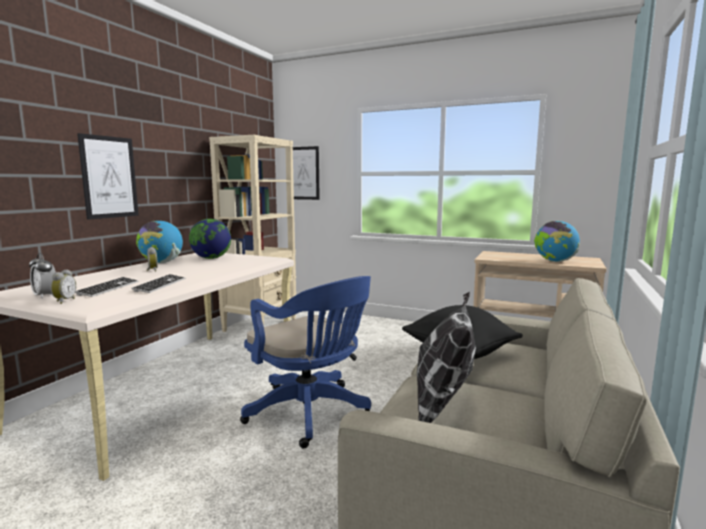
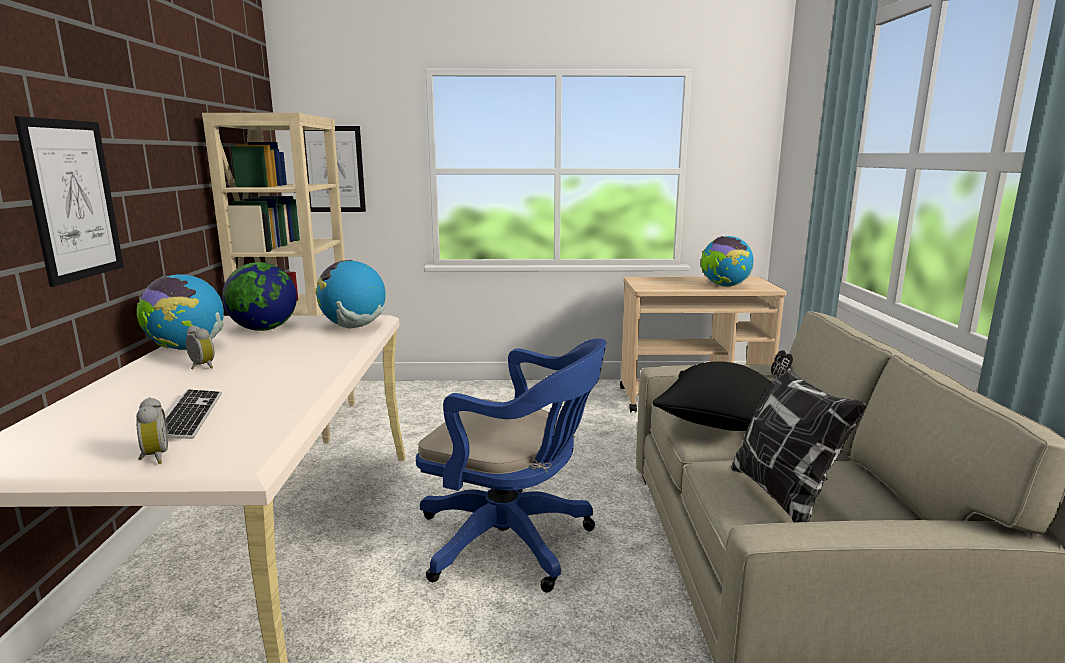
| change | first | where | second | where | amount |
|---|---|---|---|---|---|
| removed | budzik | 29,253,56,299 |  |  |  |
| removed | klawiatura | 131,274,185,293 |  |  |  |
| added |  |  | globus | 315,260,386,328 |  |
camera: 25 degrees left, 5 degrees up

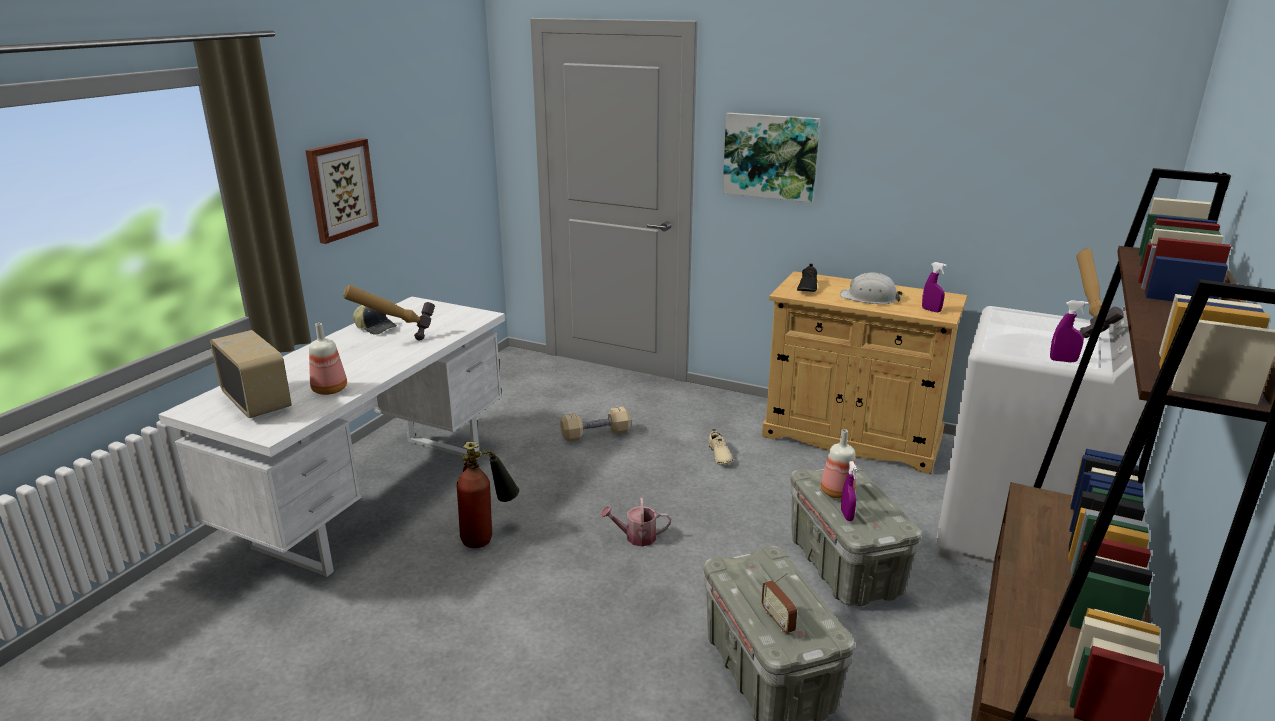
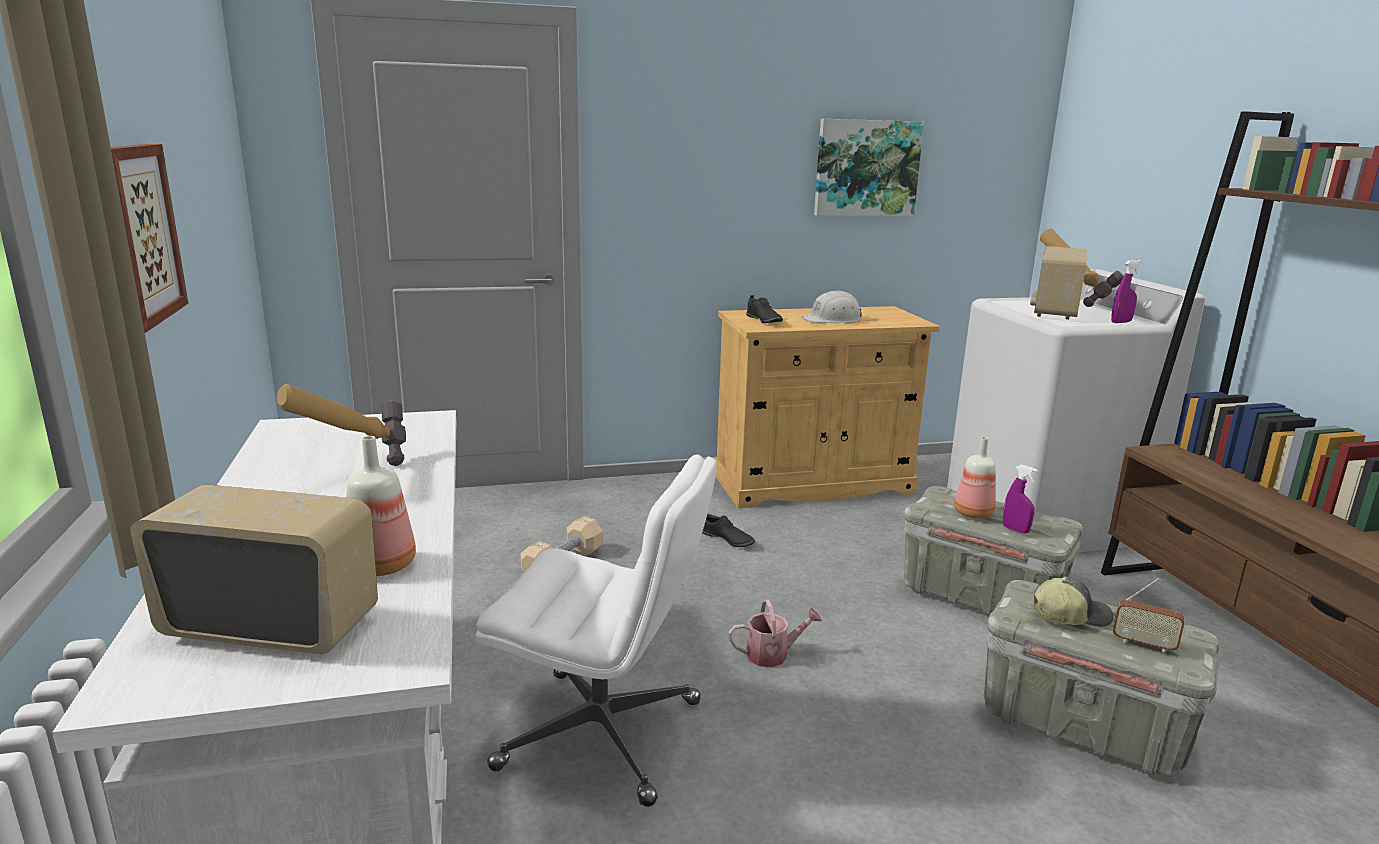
| change | first | where | second | where | amount |
|---|---|---|---|---|---|
| removed | spryskiwacz (fioletowy) | 922,262,947,312 |  |  |  |
| added |  |  | radio | 1030,246,1087,320 |  |
| moved | czapka z daszkiem | 353,305,397,335 |  | 1034,577,1113,626 |  |
| moved | obraz | 723,113,820,202 |  | 814,119,924,216 |  |
| replaced | gaśnica | 456,442,519,548 | krzesło biurowe (biały) | 476,454,717,807 |  |
| recoloured | but (beżowy) | 709,429,733,465 | but (czarny) | 702,514,755,547 |  |
| turned | konewka | 600,497,671,546 |  | 728,599,822,667 | 150 degrees counterclockwise |
camera: 40 degrees left, 5 degrees down

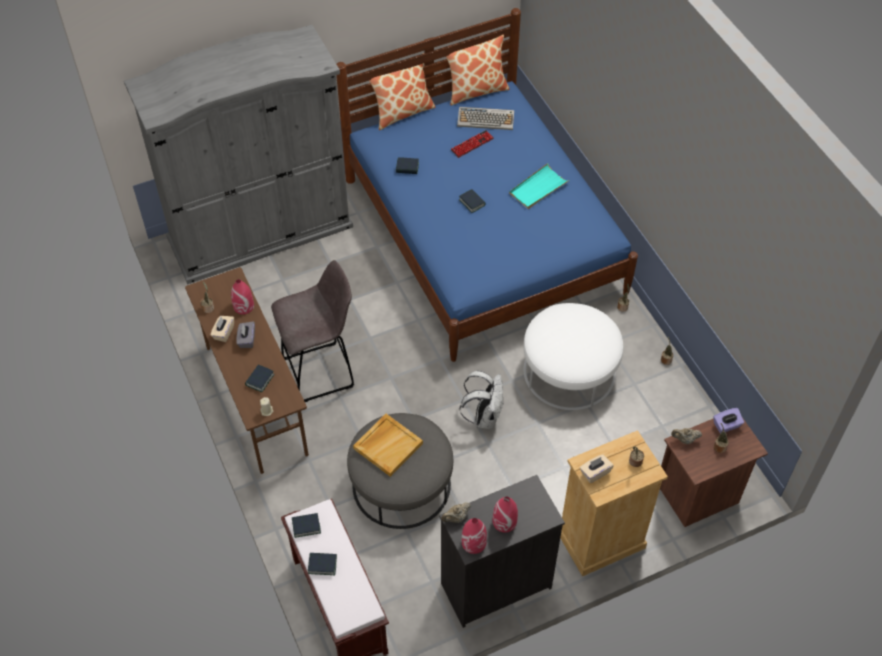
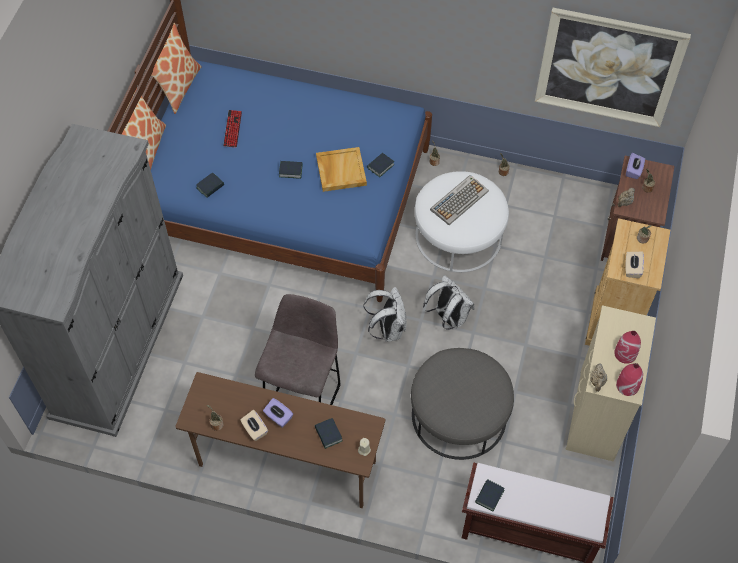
| change | first | where | second | where | amount |
|---|---|---|---|---|---|
| removed | wazon (czerwony) | 231,279,254,314 |  |  |  |
| removed | taca (turkusowy) | 509,163,568,209 |  |  |  |
| added |  |  | plecak (biały) | 363,287,407,342 |  |
| added |  |  | obraz | 535,8,691,127 |  |
| moved | książka | 308,553,337,575 |  | 367,153,395,177 |  |
| moved | taca (beżowy) | 353,414,423,477 |  | 316,147,367,192 |  |
| moved | klawiatura | 457,107,514,130 |  | 430,175,489,225 |  |
| recoloured | pudełko chusteczek (szary) | 236,321,255,348 | pudełko chusteczek (fioletowy) | 263,398,293,428 |  |
| recoloured | komoda (czarny) | 439,475,565,628 | komoda (beżowy) | 565,305,656,461 |  |
camera: 50 degrees left, 5 degrees up

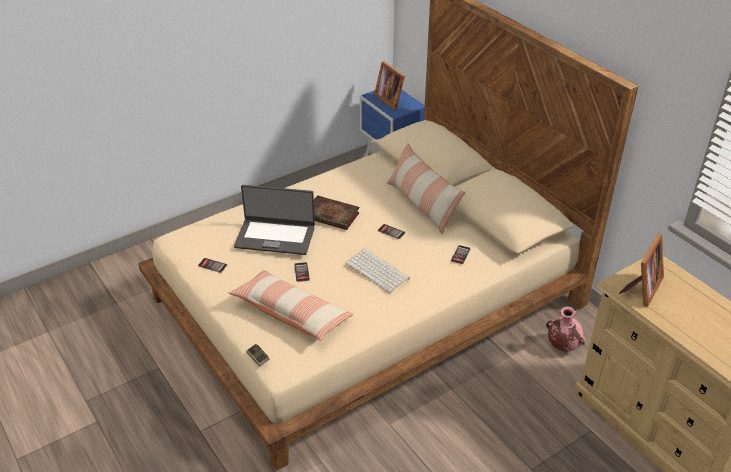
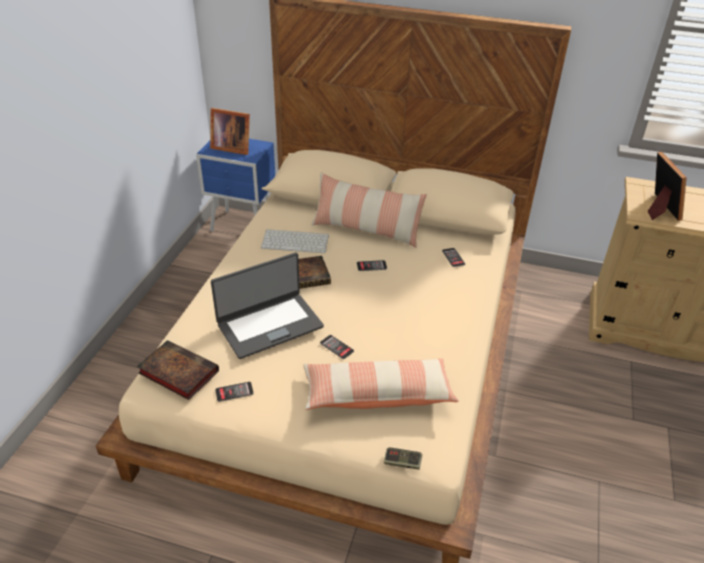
| change | first | where | second | where | amount |
|---|---|---|---|---|---|
| removed | wazon (różowy) | 546,307,586,352 |  |  |  |
| added |  |  | książka | 137,340,219,400 |  |
| moved | klawiatura | 346,248,410,293 |  | 261,229,329,253 |  |
camera: 40 degrees left, 0 degrees up

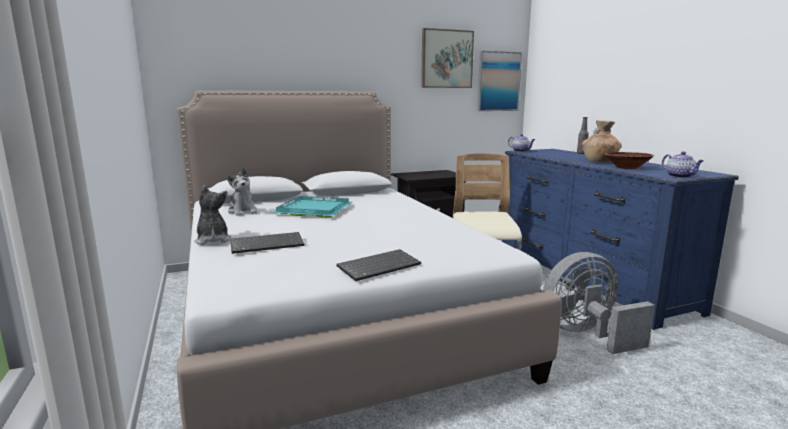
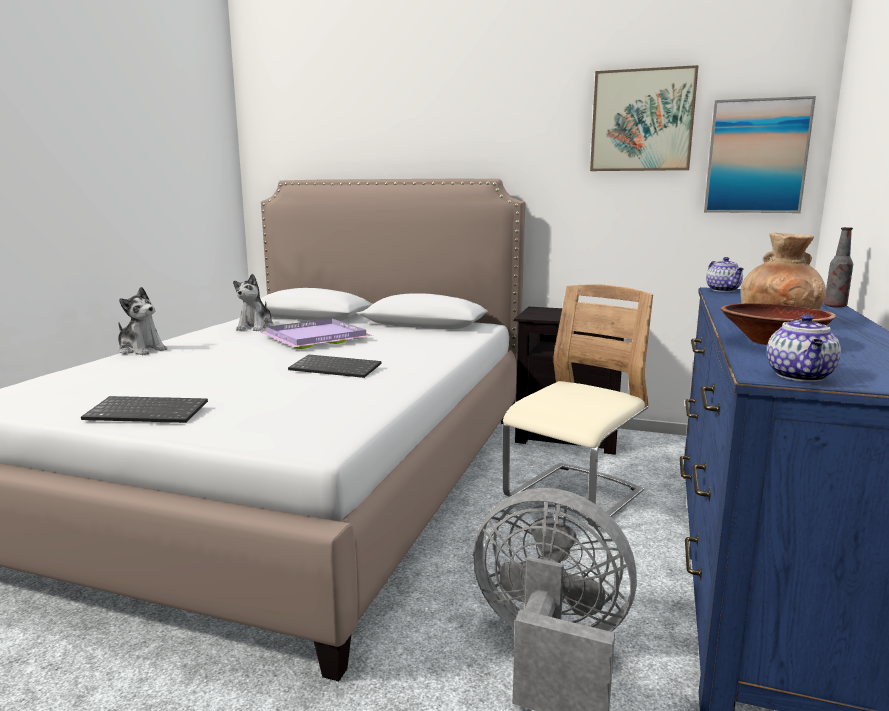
| change | first | where | second | where | amount |
|---|---|---|---|---|---|
| moved | klawiatura | 230,232,304,254 |  | 288,354,382,378 |  |
| recoloured | taca (turkusowy) | 272,196,352,218 | taca (fioletowy) | 261,319,373,349 |  |
| turned | pluszak | 194,185,231,245 |  | 118,287,167,355 | 105 degrees clockwise |
camera: 40 degrees right, 0 degrees up

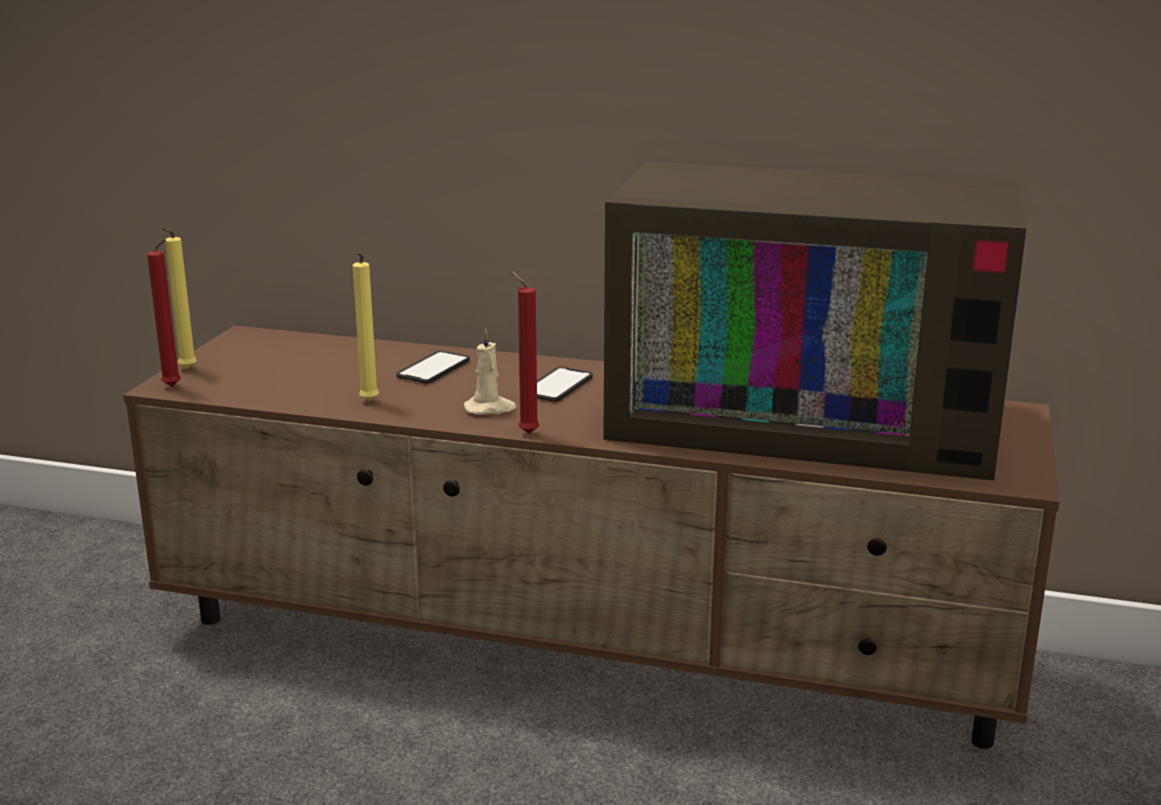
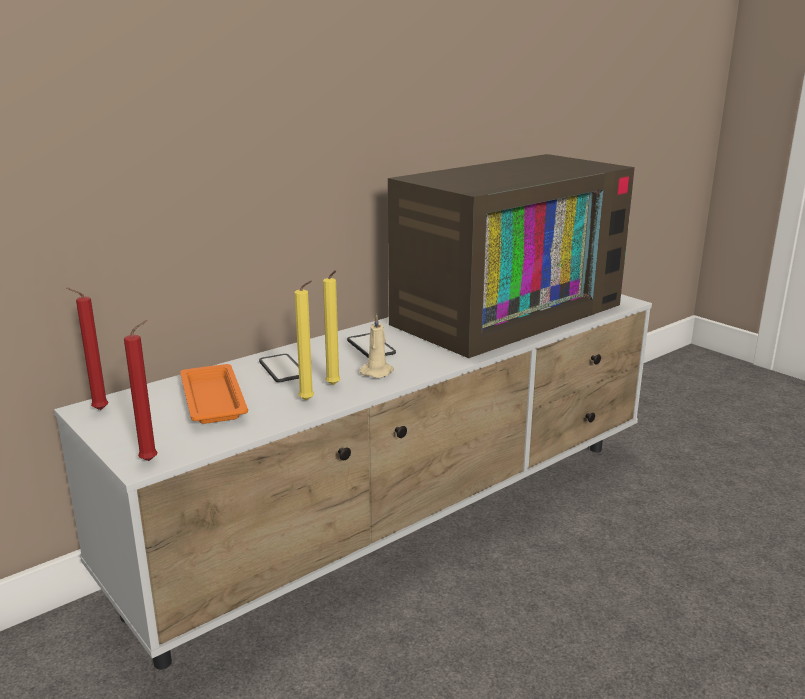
| change | first | where | second | where | amount |
|---|---|---|---|---|---|
| added |  |  | taca (pomarańczowy) | 180,364,248,424 |  |
| moved | świeca (żółty) | 161,227,197,369 |  | 323,270,340,385 |  |
| moved | świeca (czerwony) | 510,271,539,433 |  | 66,288,108,410 |  |
| recoloured | szafka pod telewizor (brązowy) | 123,326,1060,749 | szafka pod telewizor (biały) | 54,294,652,669 |  |
camera: 55 degrees left, 0 degrees up

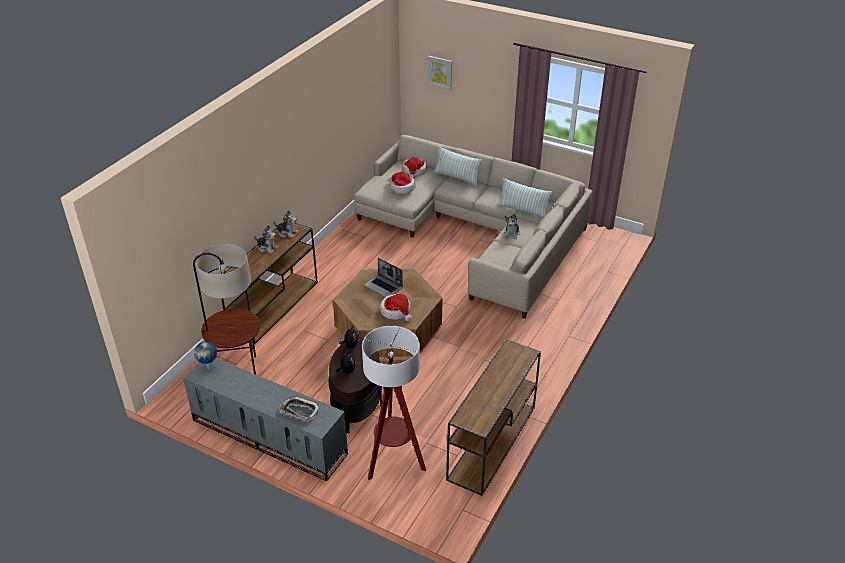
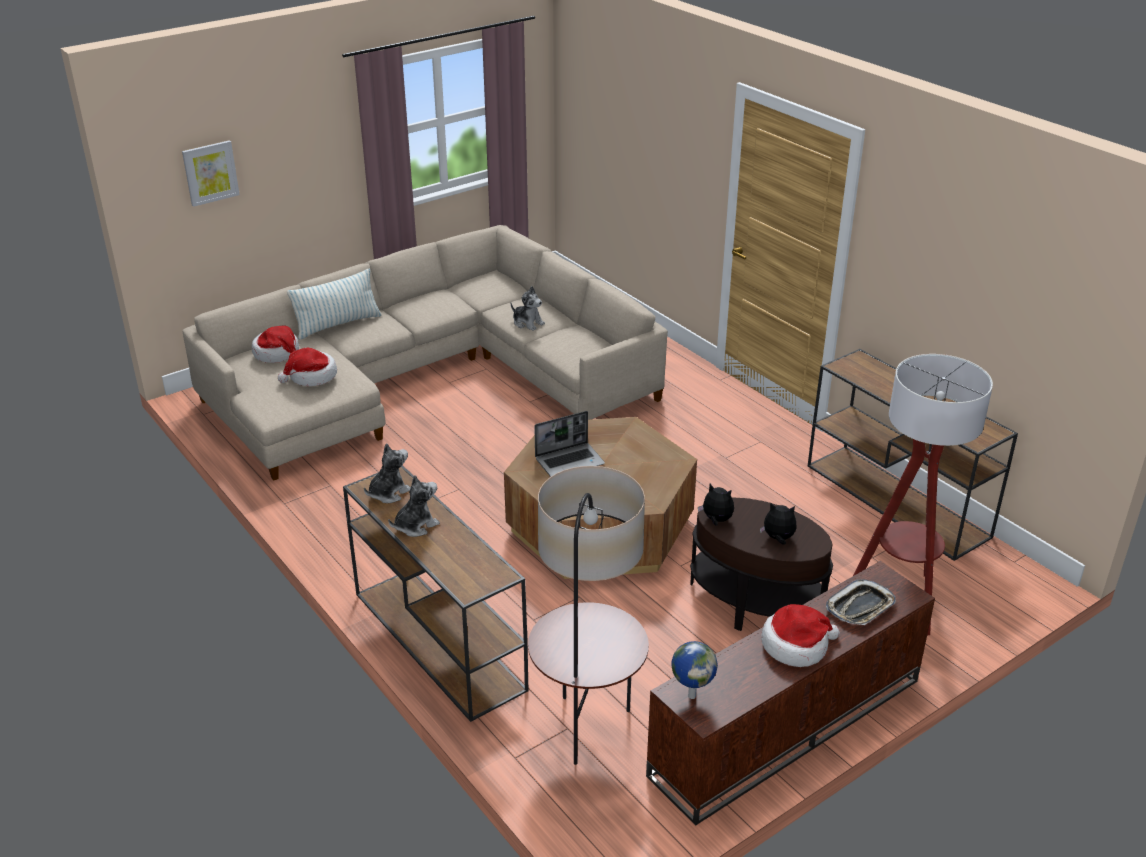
| change | first | where | second | where | amount |
|---|---|---|---|---|---|
| removed | poduszka | 498,178,553,218 |  |  |  |
| moved | kapelusz | 380,293,412,321 |  | 761,604,840,667 |  |
| recoloured | szafka pod telewizor (szary) | 183,358,348,481 | szafka pod telewizor (brązowy) | 646,561,935,826 |  |
camera: 65 degrees left, 5 degrees down

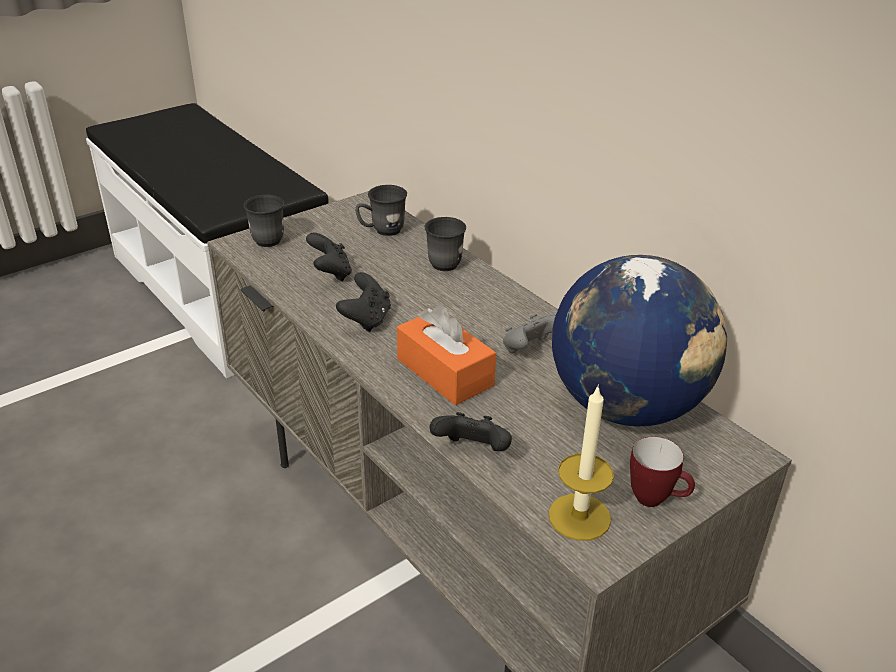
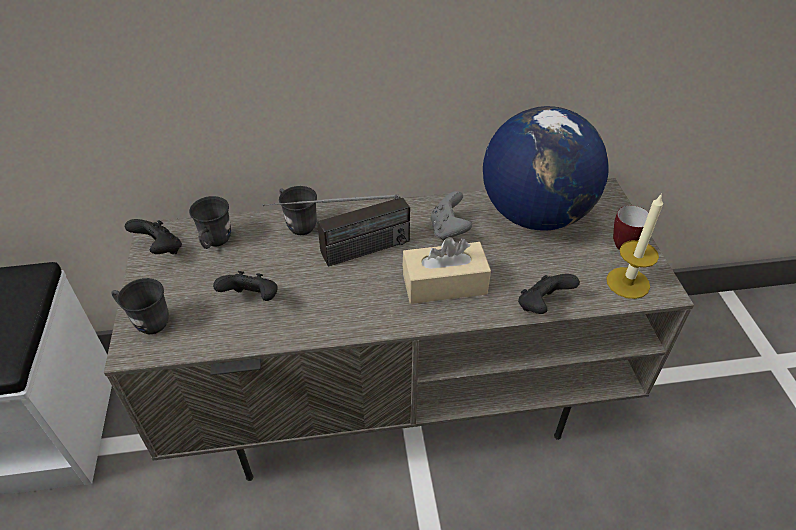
| change | first | where | second | where | amount |
|---|---|---|---|---|---|
| added |  |  | radio | 262,194,410,267 |  |
| moved | pad do gier (czarny) | 336,272,391,332 |  | 125,219,182,254 |  |
| recoloured | pudełko chusteczek (pomarańczowy) | 397,305,496,406 | pudełko chusteczek (beżowy) | 403,237,491,304 |  |
camera: 60 degrees left, 10 degrees up

